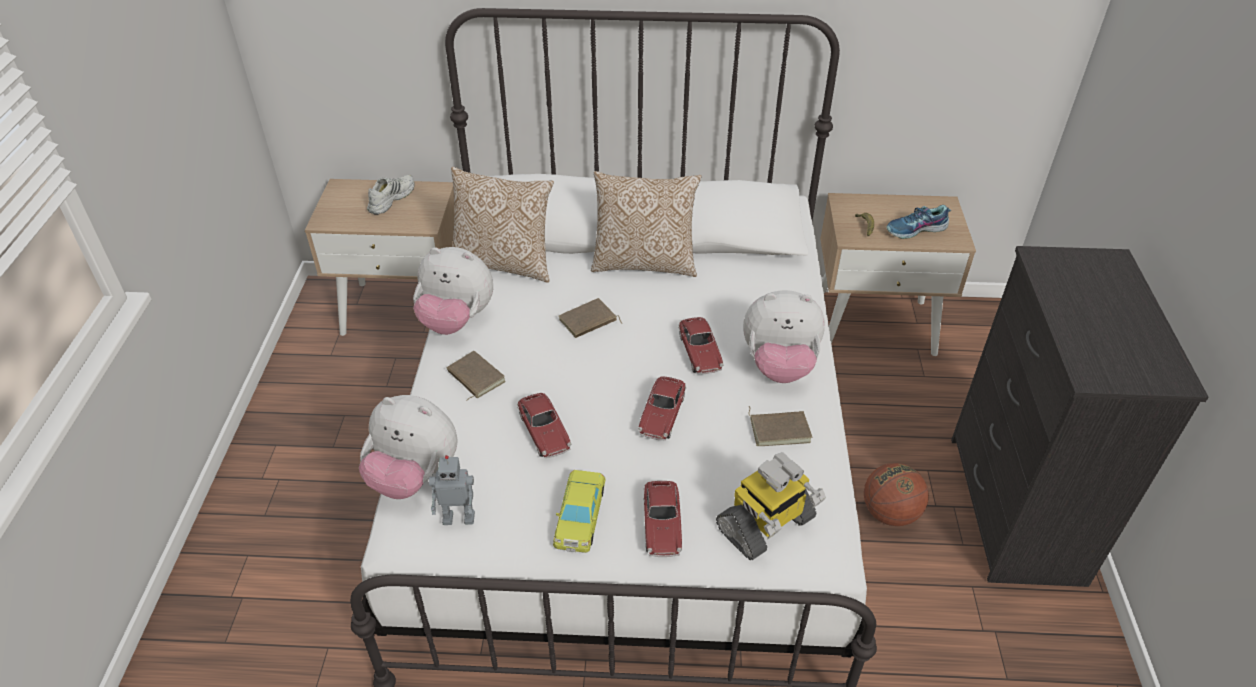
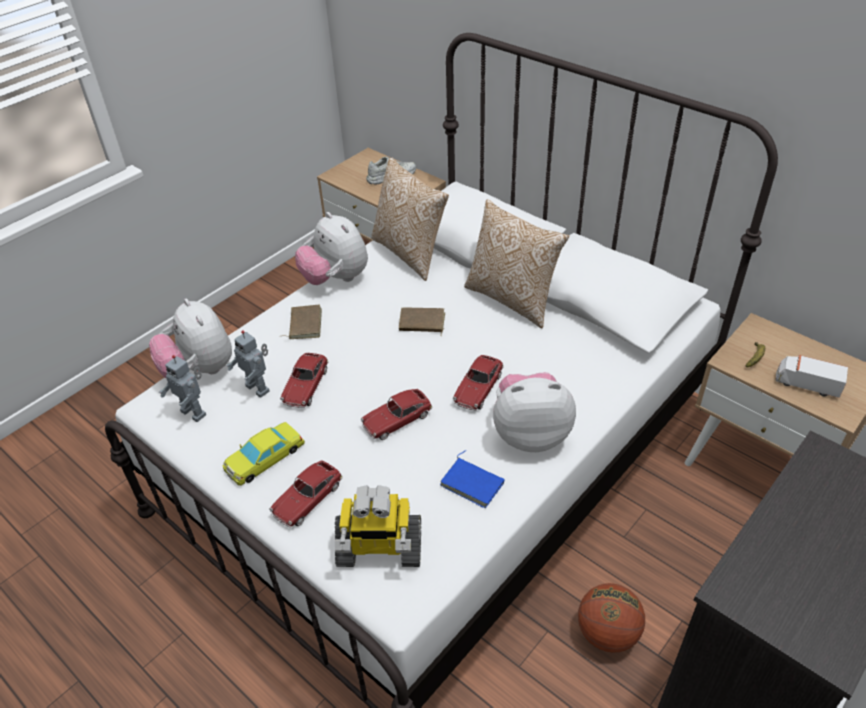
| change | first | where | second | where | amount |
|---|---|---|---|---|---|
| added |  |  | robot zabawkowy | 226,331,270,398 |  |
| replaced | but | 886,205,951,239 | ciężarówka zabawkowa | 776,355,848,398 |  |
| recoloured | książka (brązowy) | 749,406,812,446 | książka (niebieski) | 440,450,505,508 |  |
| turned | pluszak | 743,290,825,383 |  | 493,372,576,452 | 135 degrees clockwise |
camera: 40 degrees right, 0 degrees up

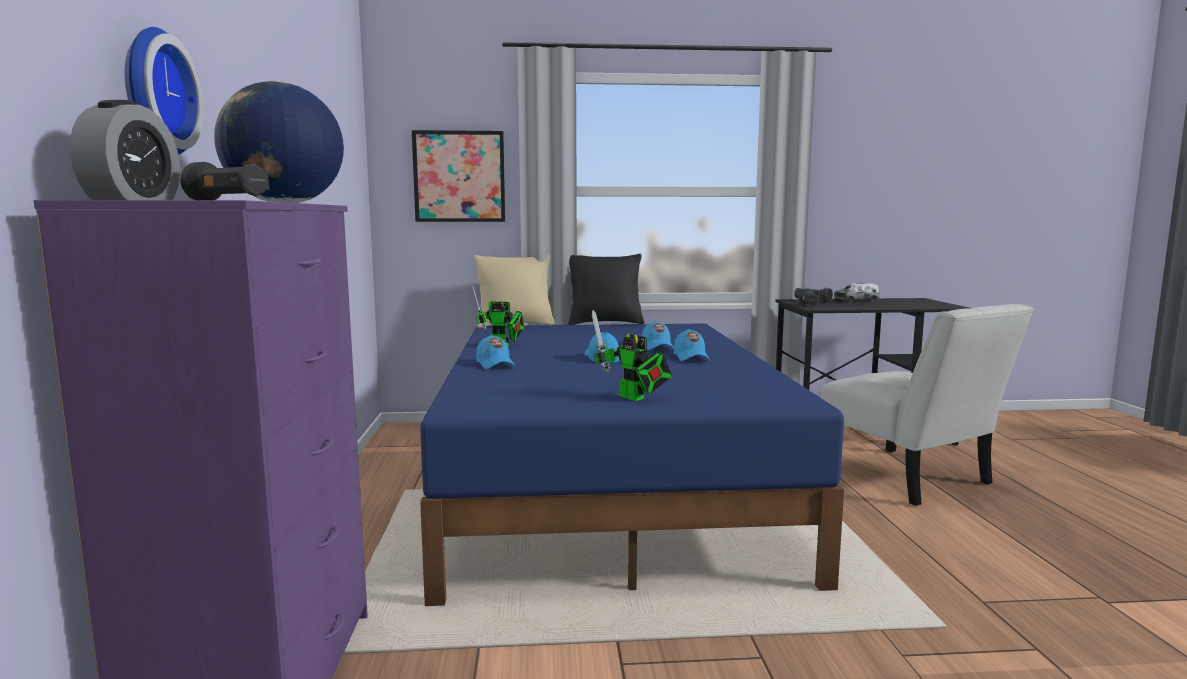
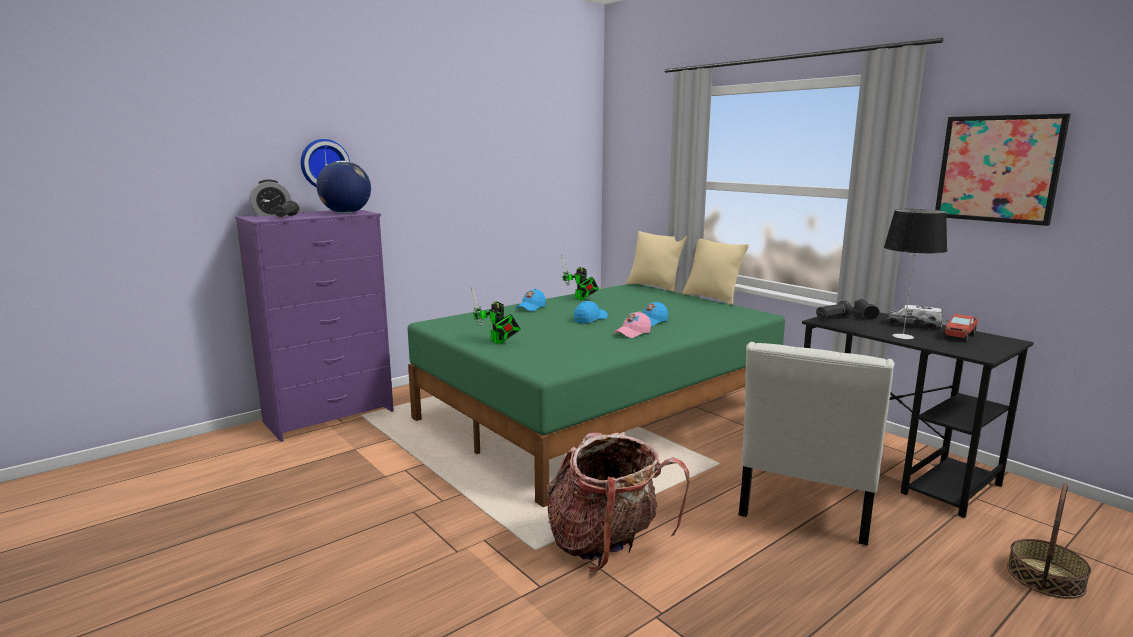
| change | first | where | second | where | amount |
|---|---|---|---|---|---|
| added |  |  | plecak | 547,433,690,572 |  |
| added |  |  | lampa stołowa | 884,209,947,339 |  |
| added |  |  | ciężarówka zabawkowa | 944,314,978,342 |  |
| added |  |  | koszyk | 1007,483,1091,599 |  |
| moved | obraz | 412,130,505,222 |  | 935,114,1071,226 |  |
| recoloured | łóżko (niebieski) | 420,323,844,606 | łóżko (zielony) | 408,284,785,507 |  |
| recoloured | poduszka (czarny) | 568,254,644,325 | poduszka (beżowy) | 682,239,749,305 |  |
| recoloured | czapka z daszkiem (niebieski) | 674,329,710,361 | czapka z daszkiem (różowy) | 614,311,651,338 |  |
| turned | robot zabawkowy | 592,310,672,401 |  | 471,286,521,344 | 45 degrees counterclockwise |
camera: 55 degrees right, 5 degrees up

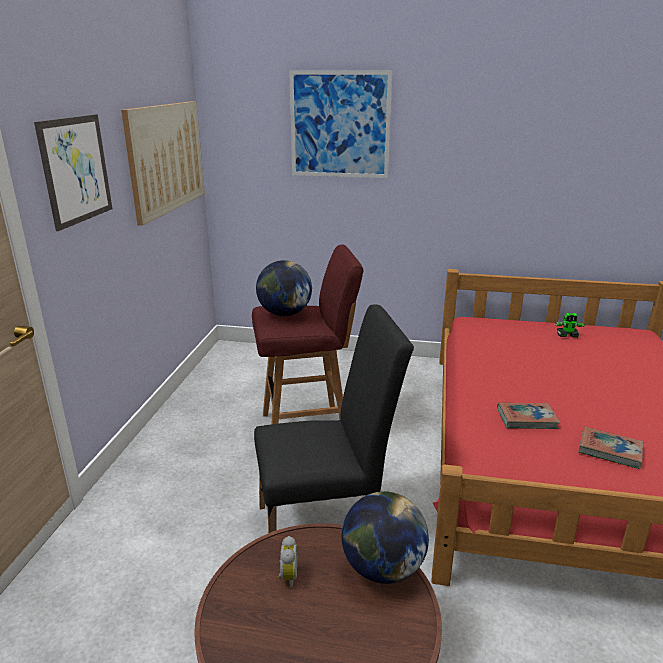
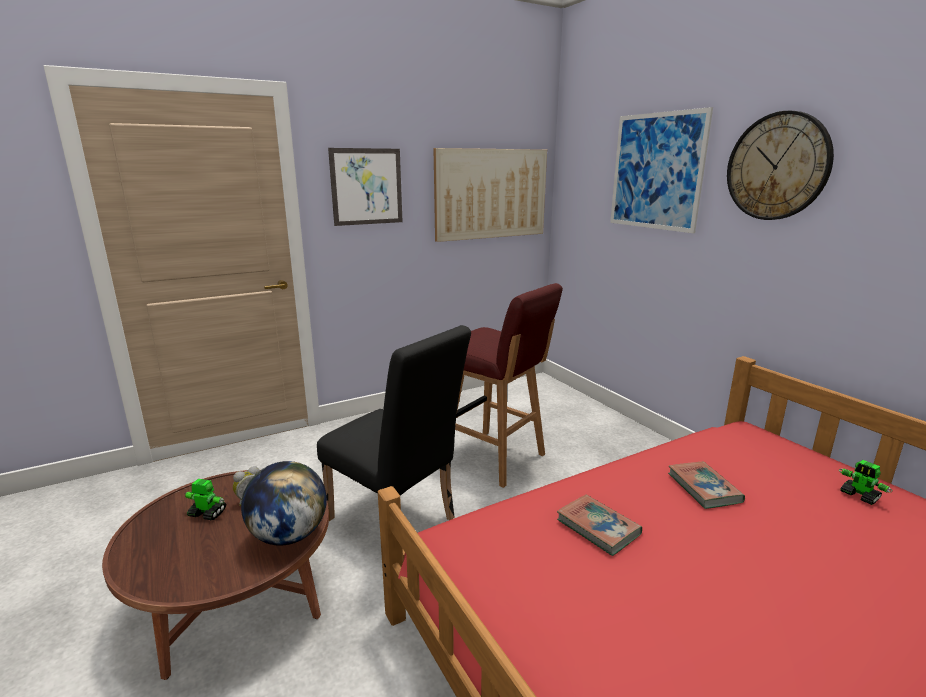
| change | first | where | second | where | amount |
|---|---|---|---|---|---|
| removed | globus | 256,260,312,316 |  |  |  |
| added |  |  | robot zabawkowy | 185,479,226,520 |  |
| added |  |  | zegar ścienny | 727,111,834,220 |  |
| moved | książka | 578,427,643,469 |  | 668,462,745,509 |  |
camera: 50 degrees right, 5 degrees down

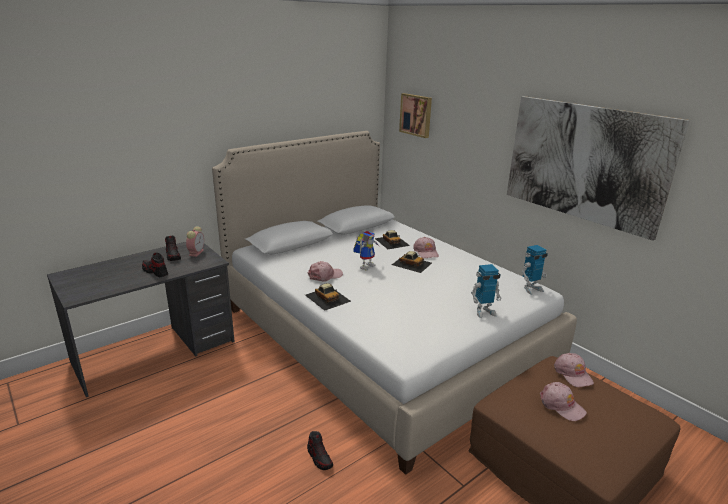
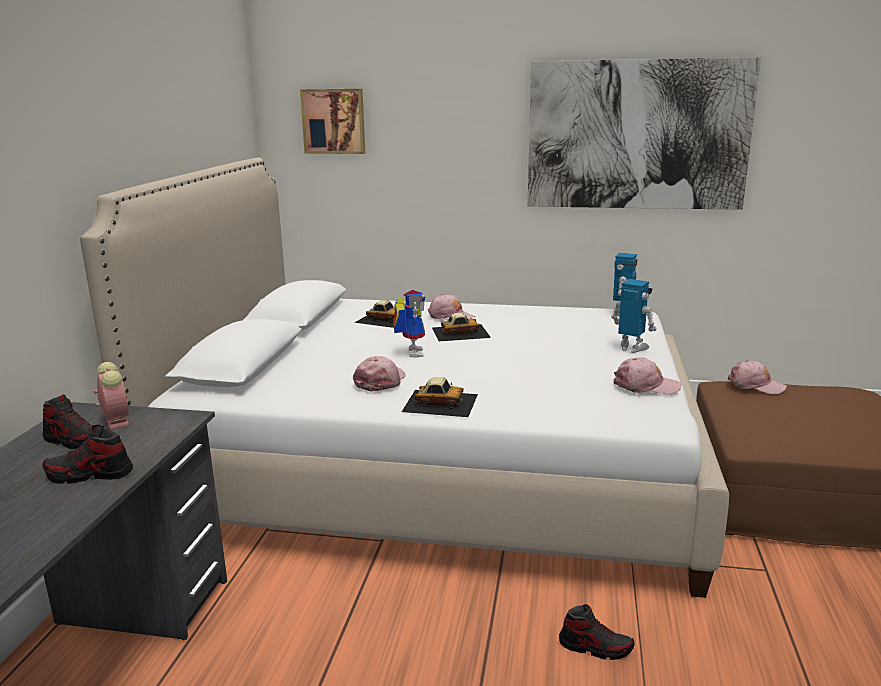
| change | first | where | second | where | amount |
|---|---|---|---|---|---|
| moved | czapka z daszkiem (różowy) | 540,382,587,421 |  | 614,357,681,394 |  |
| turned | robot zabawkowy | 471,264,501,318 |  | 611,279,657,353 | 90 degrees counterclockwise |
camera: 40 degrees left, 5 degrees down

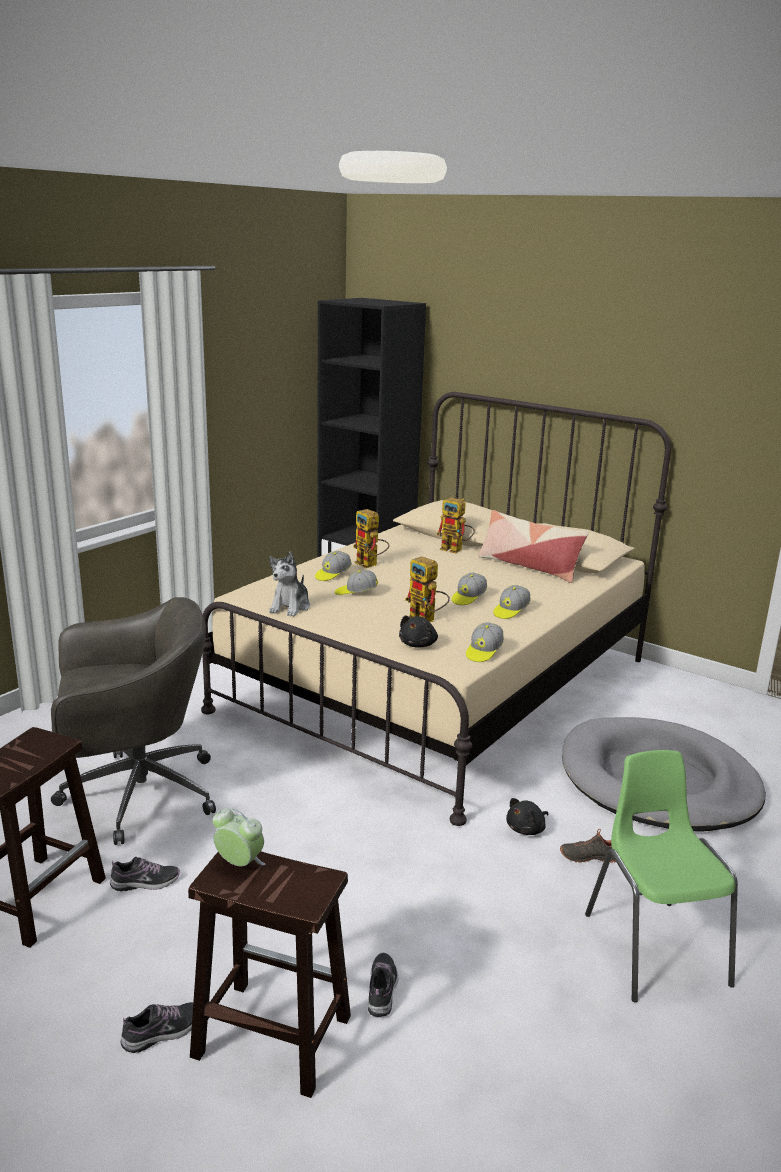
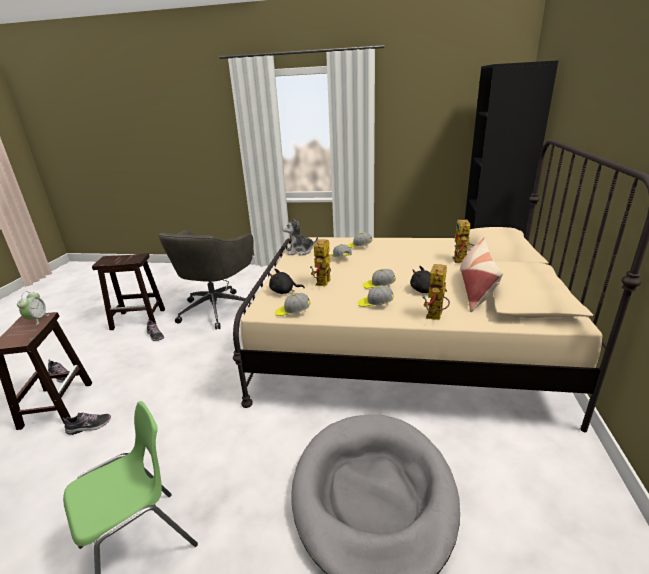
| change | first | where | second | where | amount |
|---|---|---|---|---|---|
| removed | but (czarny) | 560,829,616,863 |  |  |  |
| moved | robot zabawkowy | 353,509,389,568 |  | 423,264,450,320 |  |
| moved | pluszak (czarny) | 506,798,549,835 |  | 410,266,447,293 |  |
| turned | krzesło biurowe (szary) | 51,597,216,845 |  | 158,230,254,329 | 60 degrees clockwise |
camera: 65 degrees right, 5 degrees up

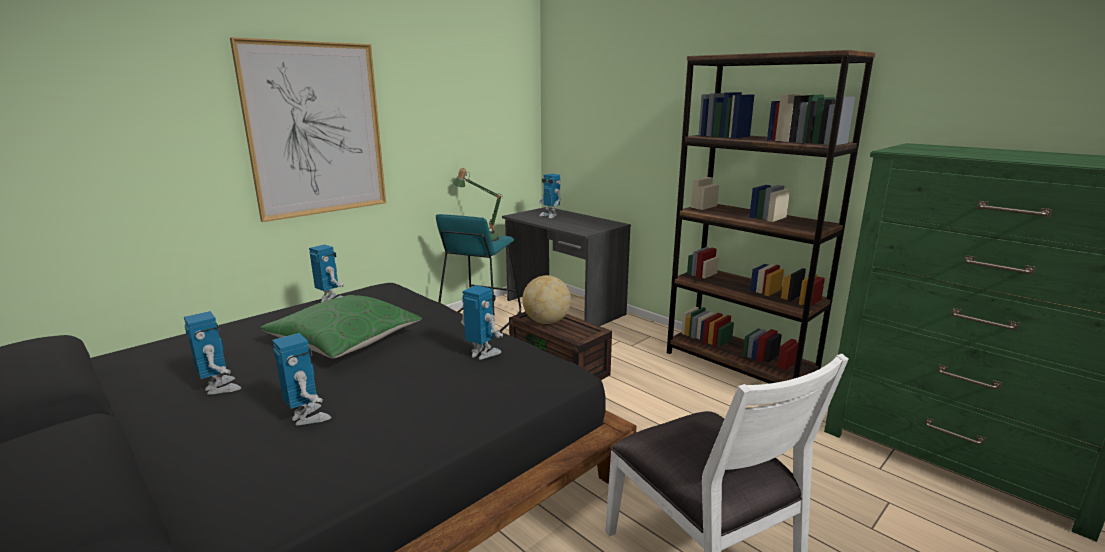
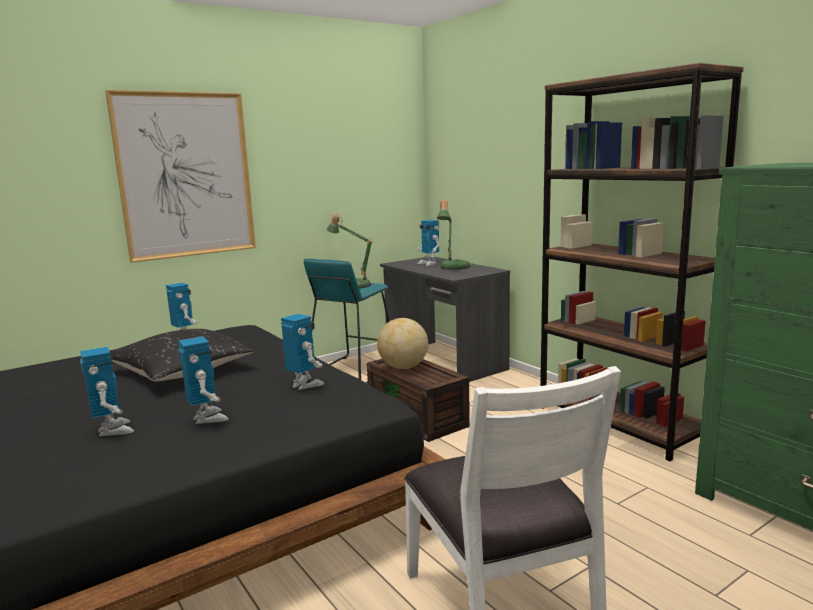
| change | first | where | second | where | amount |
|---|---|---|---|---|---|
| added |  |  | lampa stołowa | 437,199,471,270 |  |
| moved | robot zabawkowy | 184,311,241,395 |  | 179,336,228,424 |  |
| recoloured | poduszka (zielony) | 261,295,422,359 | poduszka (czarny) | 110,329,255,381 |  |
camera: 10 degrees right, 5 degrees down

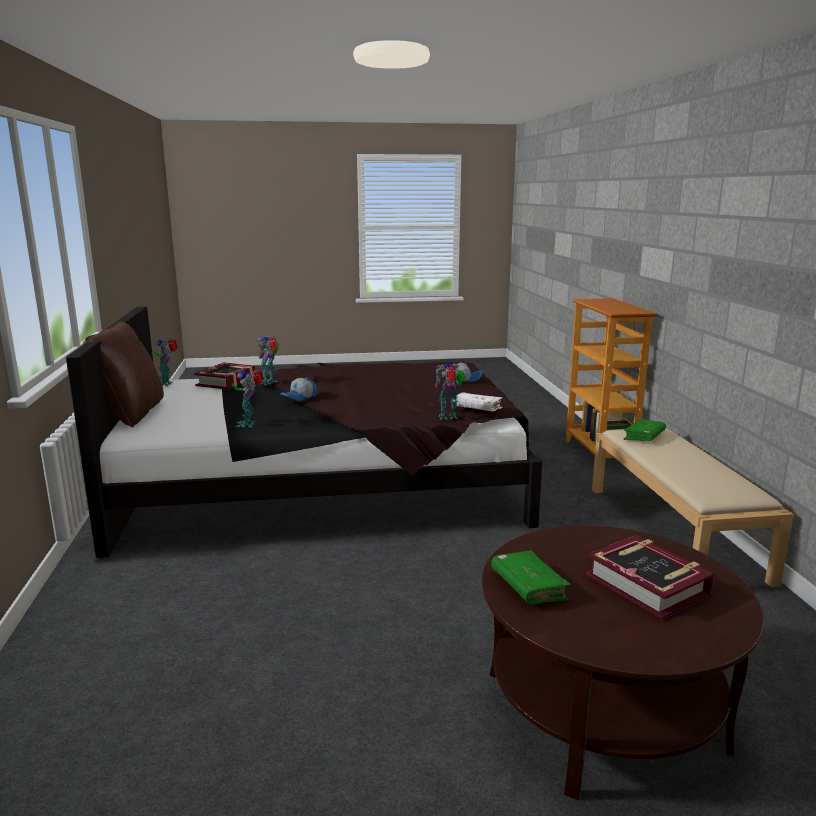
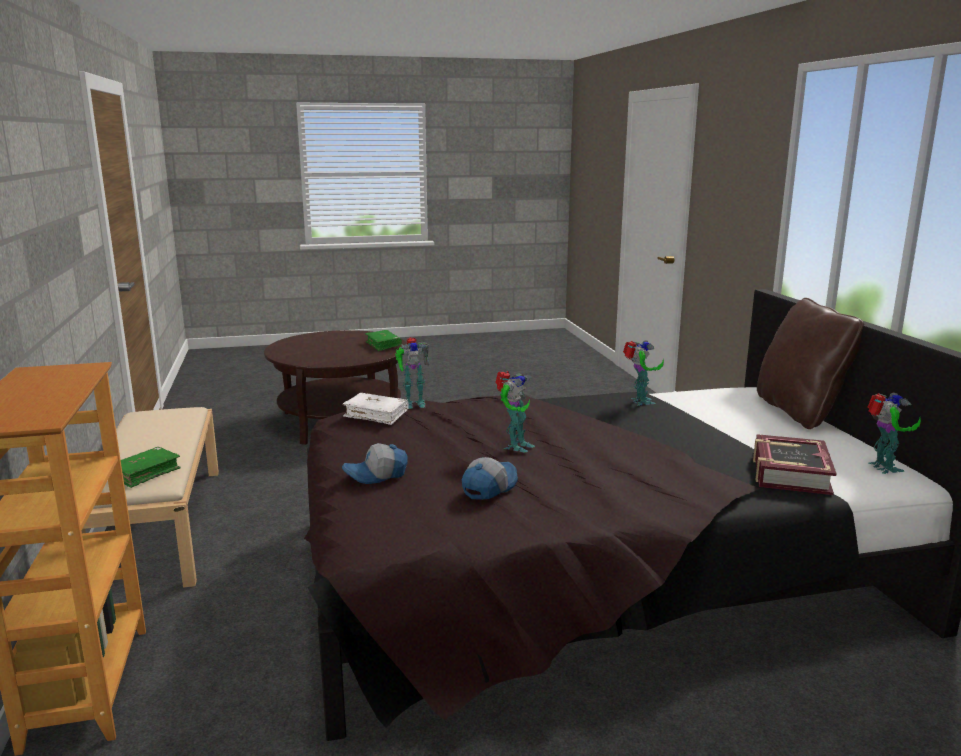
| change | first | where | second | where | amount |
|---|---|---|---|---|---|
| removed | książka | 586,535,714,620 |  |  |  |
| moved | robot zabawkowy | 256,336,279,385 |  | 495,371,535,453 |  |
| moved | czapka z daszkiem | 280,377,317,402 |  | 462,457,518,500 |  |
camera: 175 degrees right, 0 degrees up

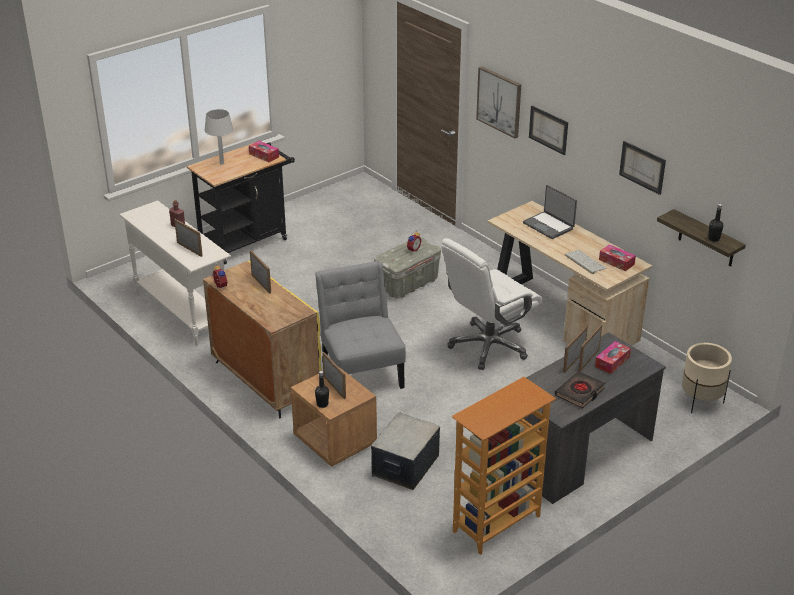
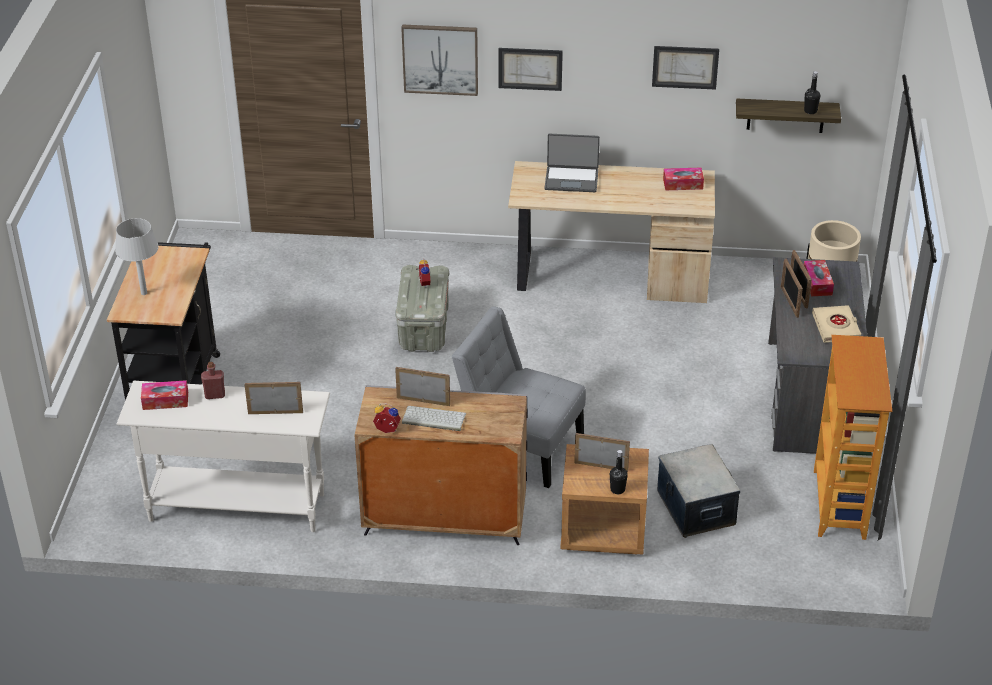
| change | first | where | second | where | amount |
|---|---|---|---|---|---|
| removed | krzesło biurowe (biały) | 441,238,542,370 |  |  |  |
| moved | pudełko chusteczek | 249,141,279,162 |  | 141,380,188,410 |  |
| moved | klawiatura | 565,250,607,274 |  | 402,406,466,431 |  |
| recoloured | szafka (żółty) | 203,261,322,418 | szafka (szary) | 355,385,528,545 |  |
| recoloured | książka (czarny) | 555,371,605,408 | książka (beżowy) | 812,305,861,343 |  |
camera: 45 degrees left, 5 degrees up

